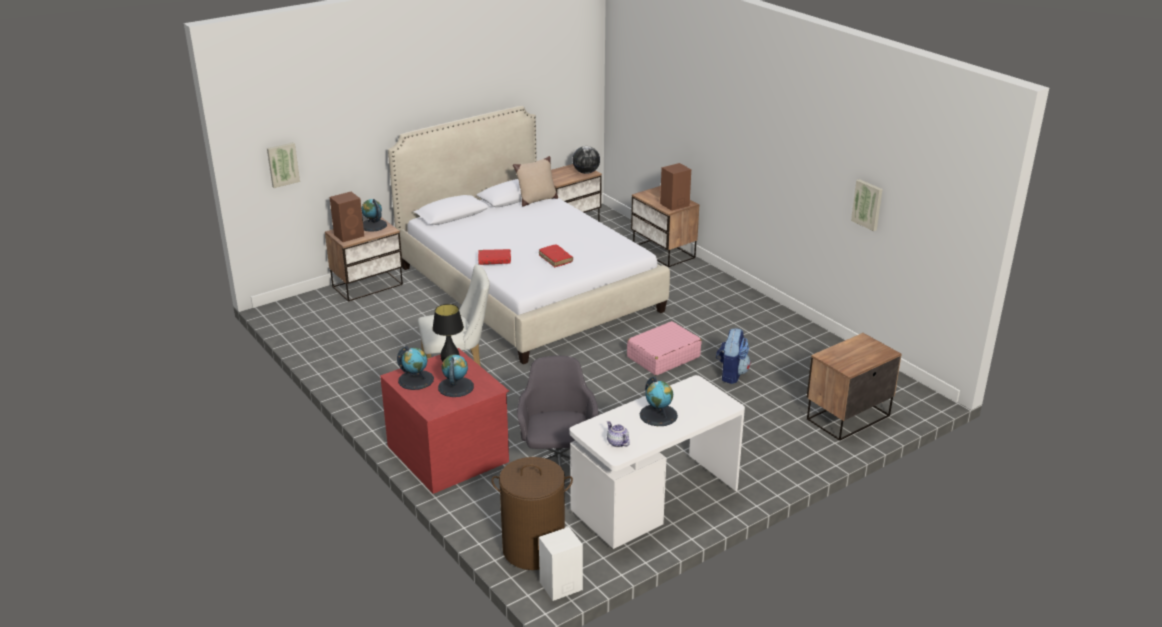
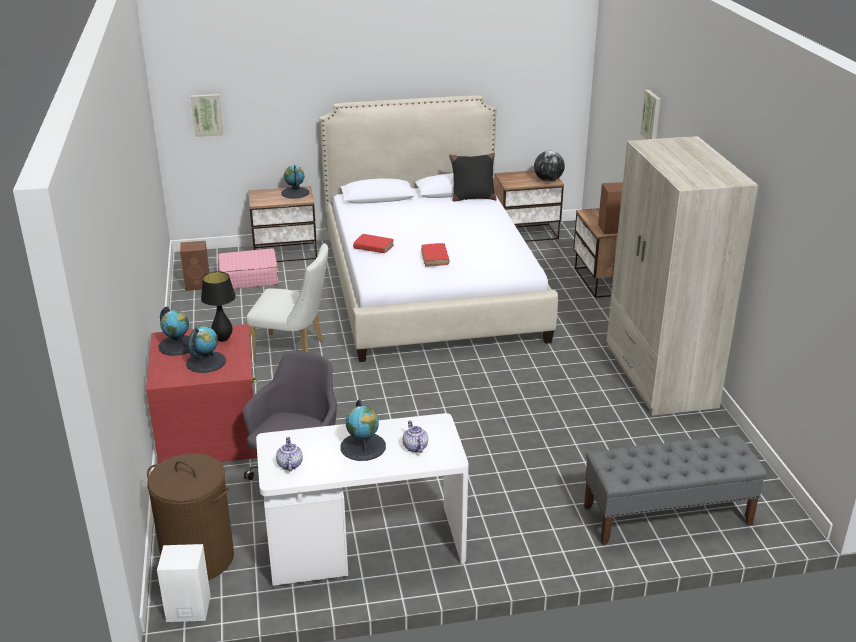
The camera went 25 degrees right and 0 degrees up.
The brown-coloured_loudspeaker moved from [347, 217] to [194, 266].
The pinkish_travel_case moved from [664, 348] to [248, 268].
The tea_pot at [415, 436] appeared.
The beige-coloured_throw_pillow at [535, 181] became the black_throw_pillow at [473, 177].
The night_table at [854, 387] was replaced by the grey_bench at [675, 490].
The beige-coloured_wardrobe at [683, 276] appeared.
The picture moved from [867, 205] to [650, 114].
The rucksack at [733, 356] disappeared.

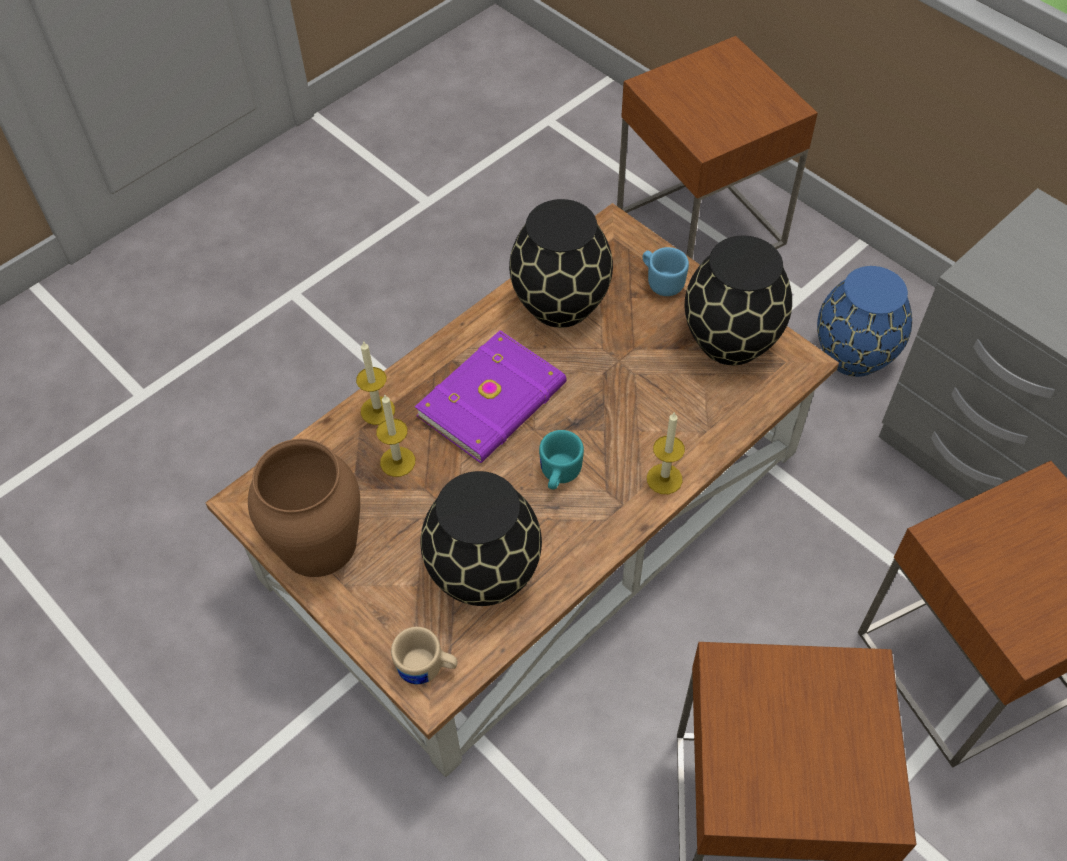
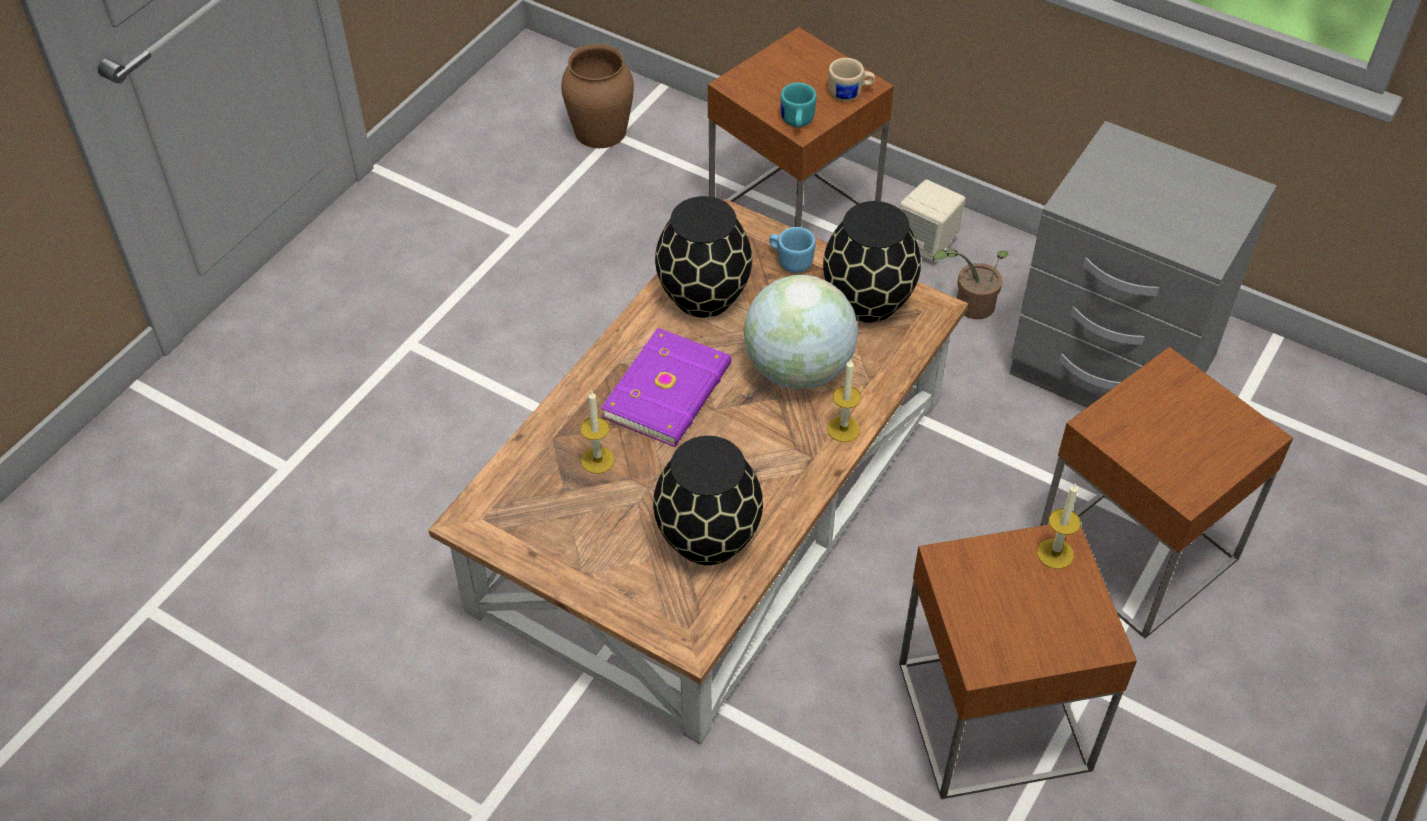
The camera went 15 degrees left and 5 degrees down.
The brown-coloured_flower_vase moved from [304, 508] to [597, 96].
The desk_globe at [800, 332] appeared.
The turquoise-coloured_tea_mug moved from [561, 459] to [799, 105].
The beige-coloured_tea_mug moved from [424, 656] to [852, 80].
The beige-coloured_loudspeaker at [932, 221] appeared.
The blue_flower_vase at [864, 321] was replaced by the potted_plant at [970, 284].
The wax_candle moved from [375, 383] to [1059, 526].

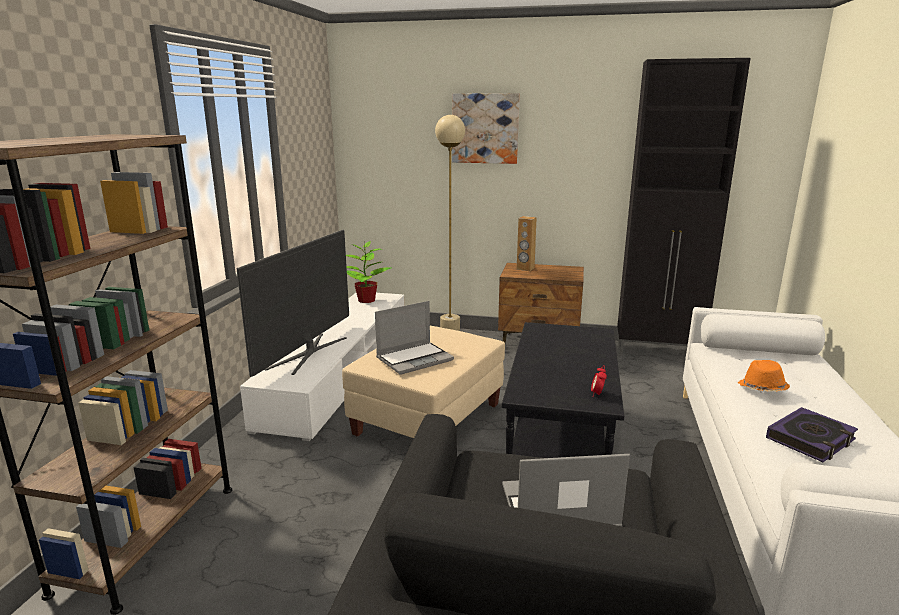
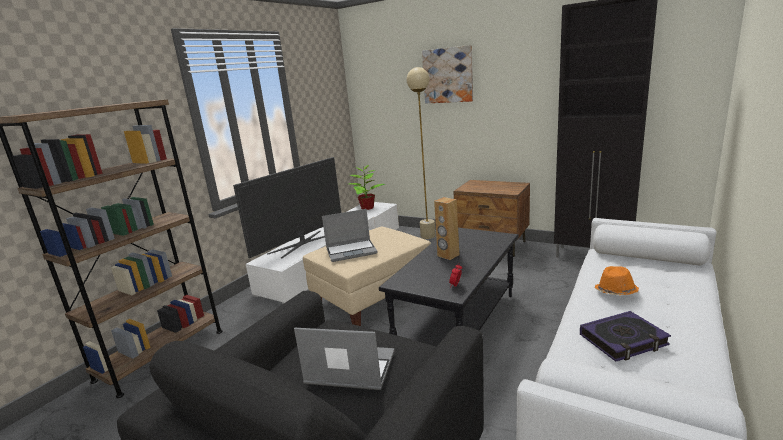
The camera went 20 degrees right and 0 degrees up.
The brown-coloured_loudspeaker moved from [527, 243] to [446, 228].

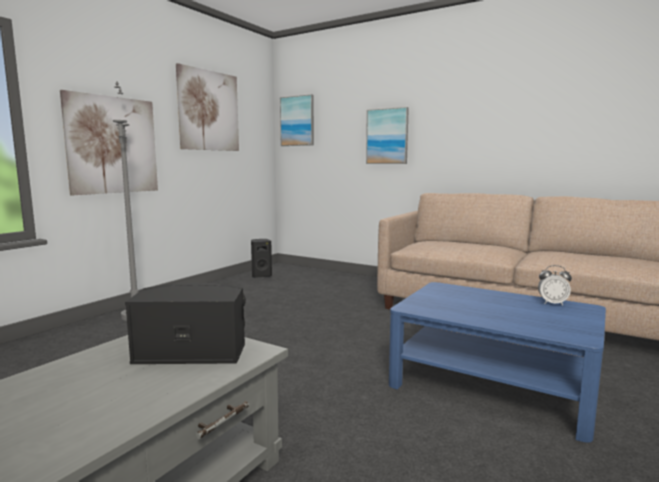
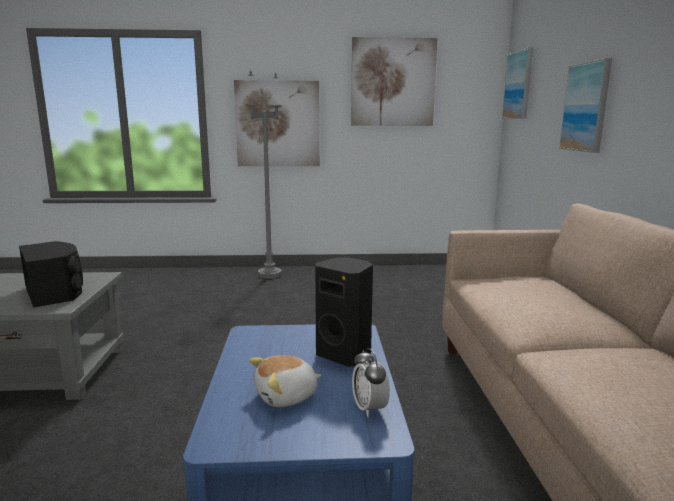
The camera went 55 degrees right and 5 degrees up.
The soft_toy at [285, 381] appeared.
The black_loudspeaker moved from [261, 258] to [344, 312].

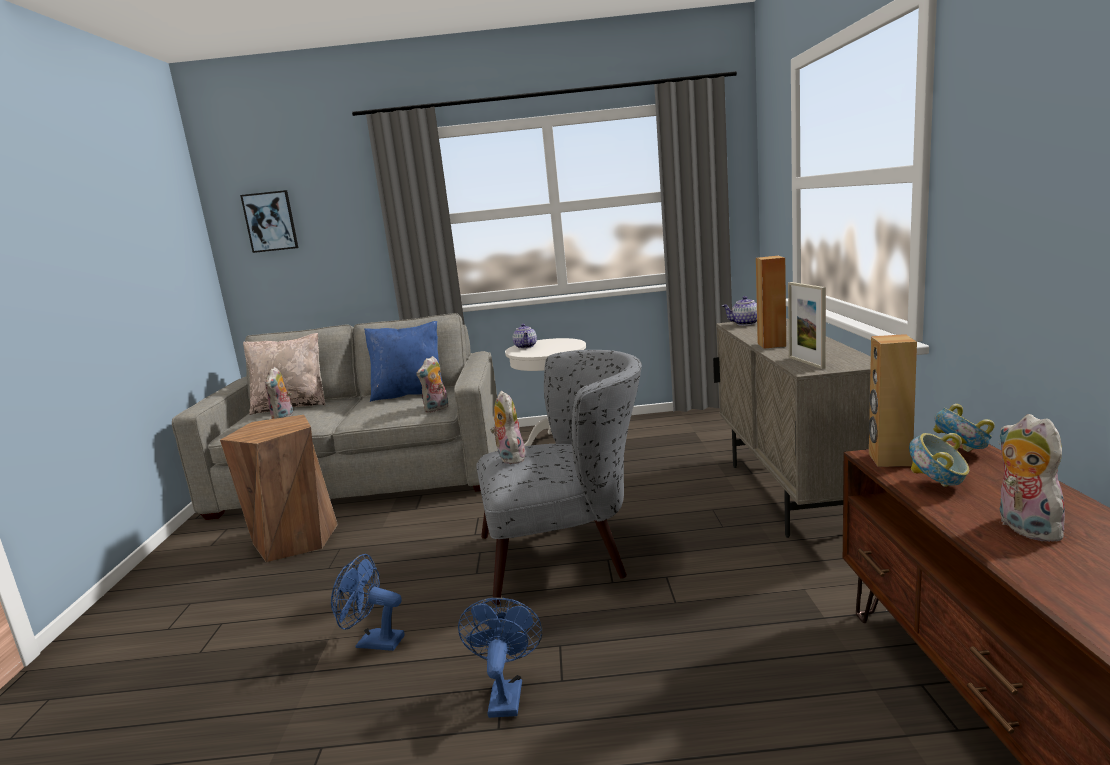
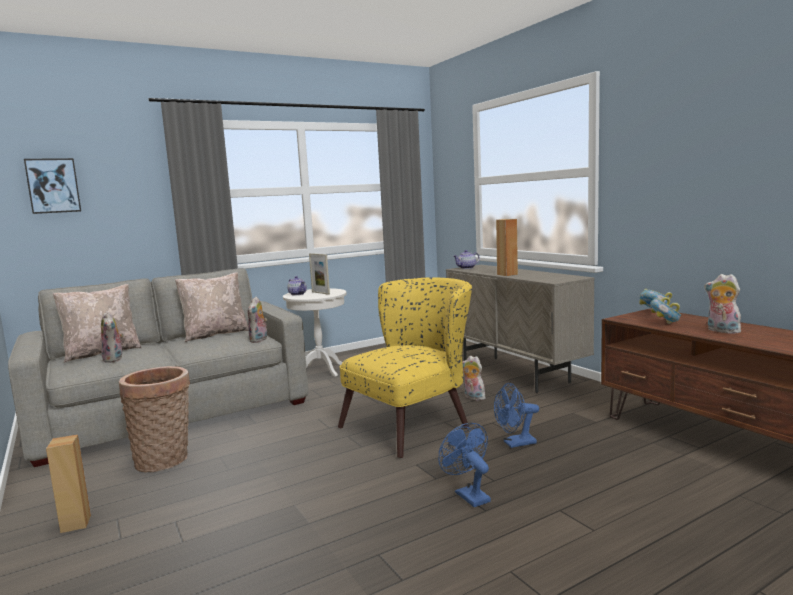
The camera went 30 degrees left and 5 degrees down.
The brown-coloured_loudspeaker moved from [893, 400] to [68, 484].
The brown-coloured_sitting_stool at [279, 488] was replaced by the basket at [154, 419].
The blue_throw_pillow at [403, 361] became the beige-coloured_throw_pillow at [212, 307].
The standing_frame moved from [807, 325] to [319, 274].
The grey_easy_chair at [559, 477] became the yellowish_easy_chair at [405, 367].
The soft_toy moved from [507, 427] to [474, 378].
The blue_cooling_fan moved from [368, 602] to [516, 415].

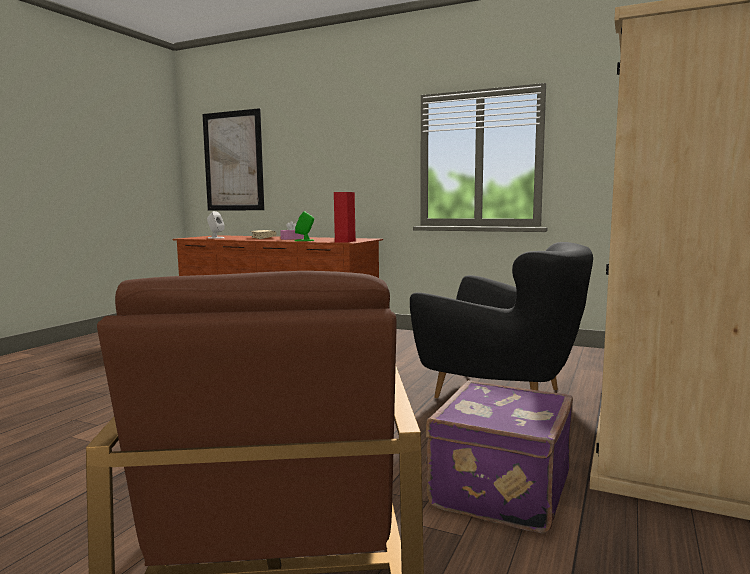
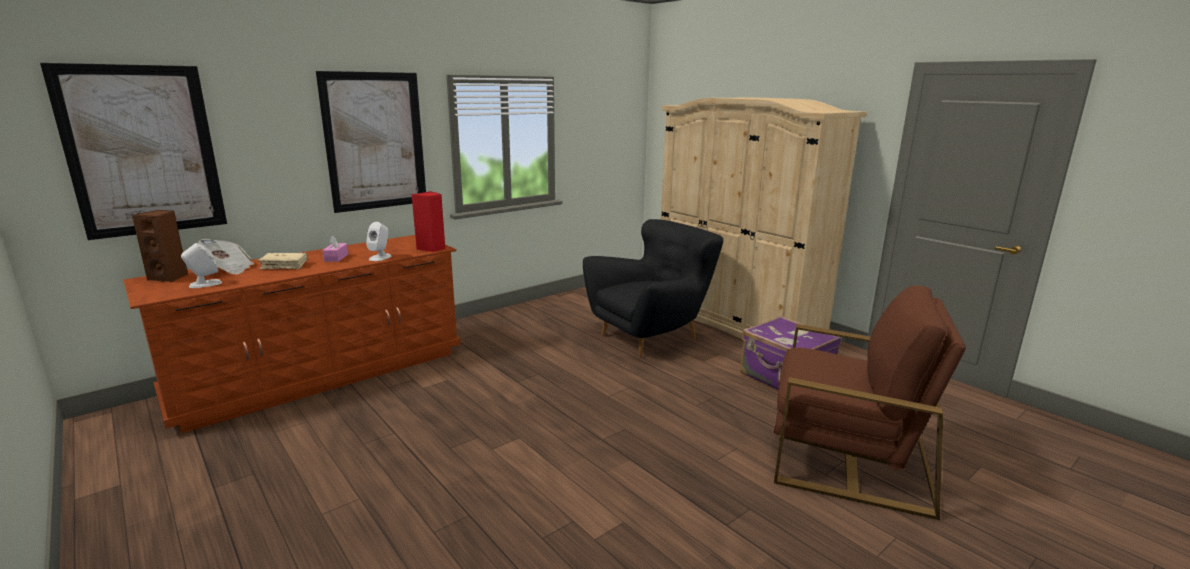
The camera went 65 degrees left and 10 degrees up.
The brown-coloured_loudspeaker at [160, 246] appeared.
The daily_paper at [226, 256] appeared.
The picture at [371, 142] appeared.
The green-coloured_loudspeaker at [304, 226] became the white-coloured_loudspeaker at [378, 241].

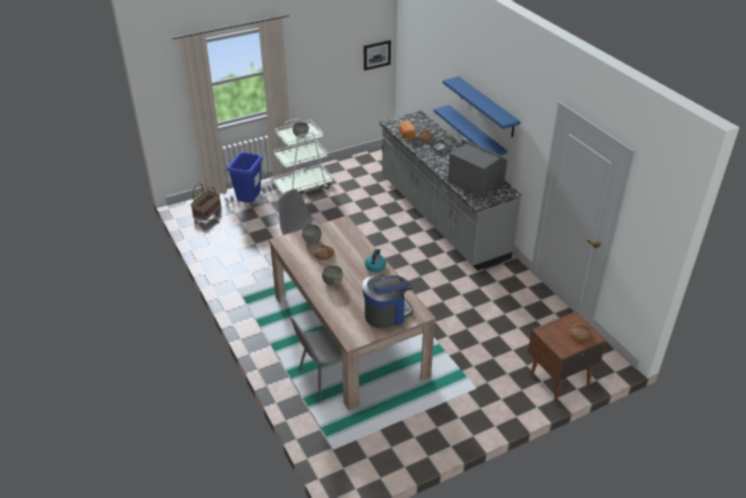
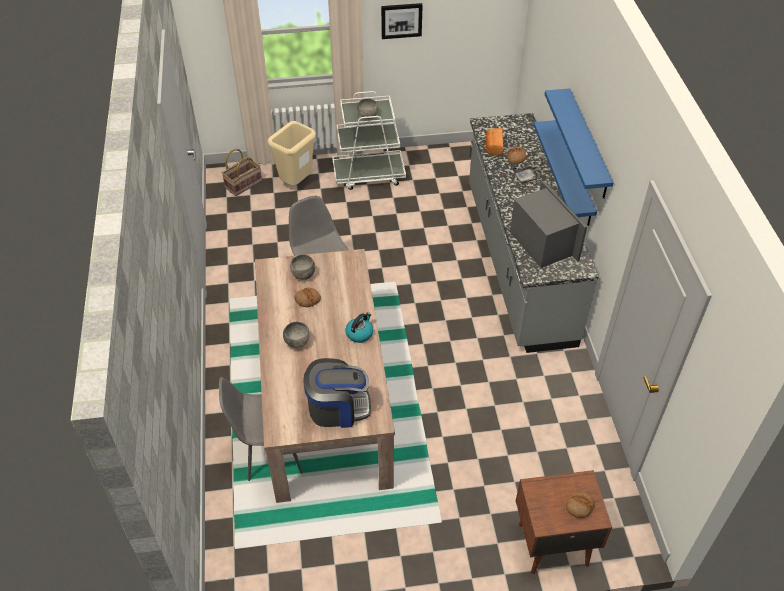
The camera went 20 degrees right and 10 degrees up.
The blue_waste_bin at [245, 177] became the beige-coloured_waste_bin at [292, 153].
The picture moved from [377, 55] to [402, 21].

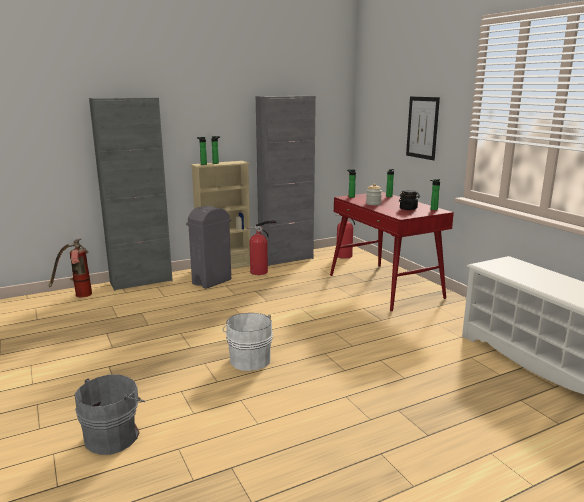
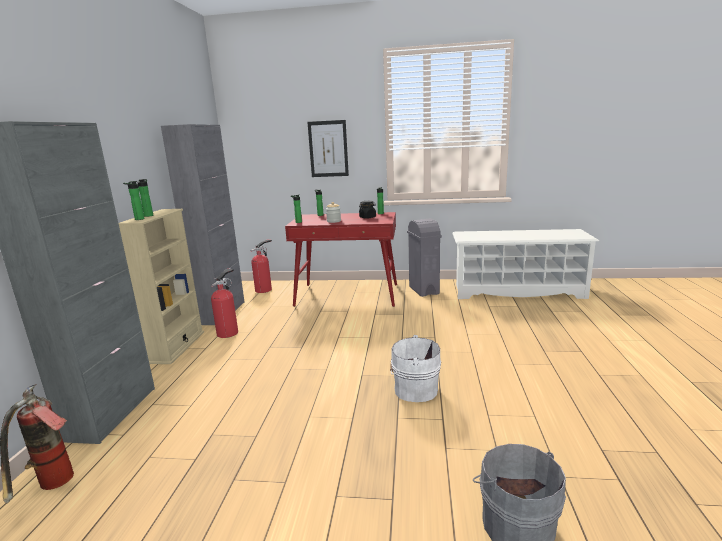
The camera went 55 degrees left and 0 degrees up.
The grey_waste_bin moved from [208, 247] to [424, 258].

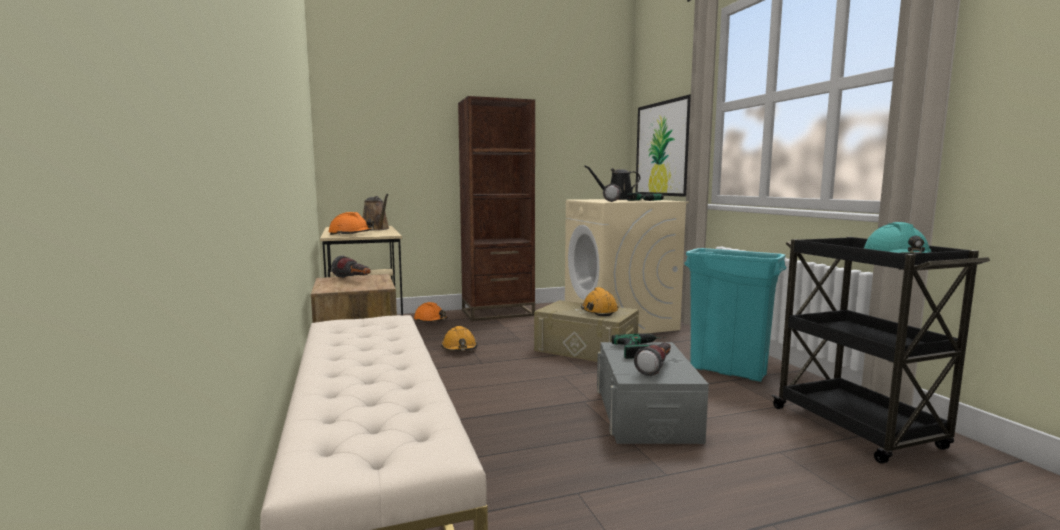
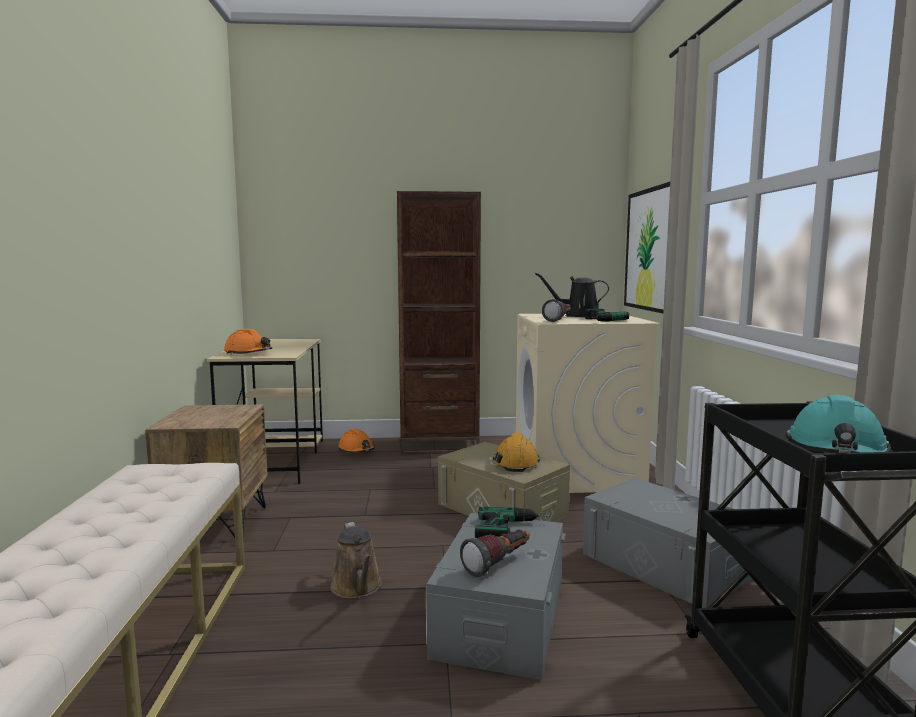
The camera went 15 degrees right and 0 degrees up.
The brown-coloured_sprinkling_can moved from [375, 212] to [356, 560].
The turquoise-coloured_waste_bin at [735, 315] was replaced by the grey_storage_bin at [667, 543].
The flashlight at [351, 266] disappeared.
The orange-coloured_safety_helmet at [459, 338] disappeared.

